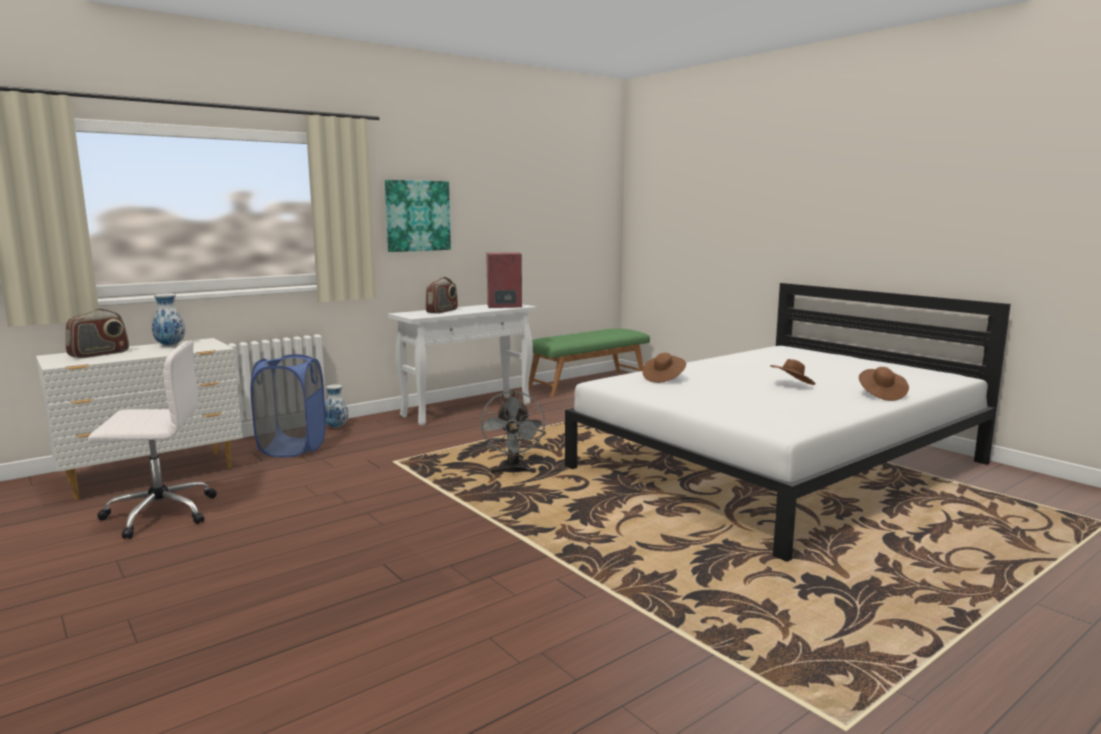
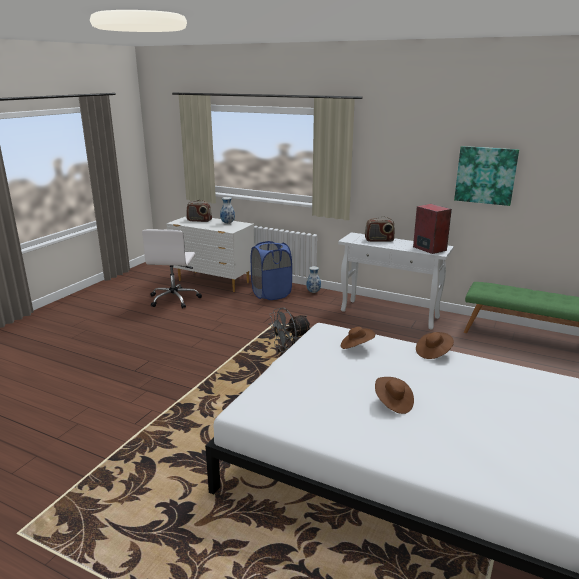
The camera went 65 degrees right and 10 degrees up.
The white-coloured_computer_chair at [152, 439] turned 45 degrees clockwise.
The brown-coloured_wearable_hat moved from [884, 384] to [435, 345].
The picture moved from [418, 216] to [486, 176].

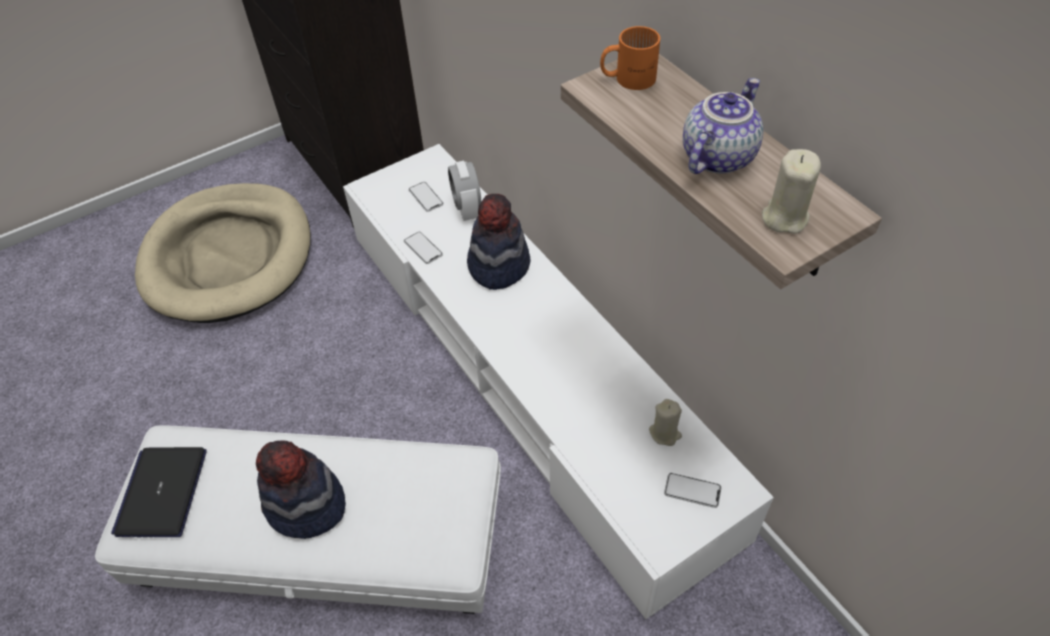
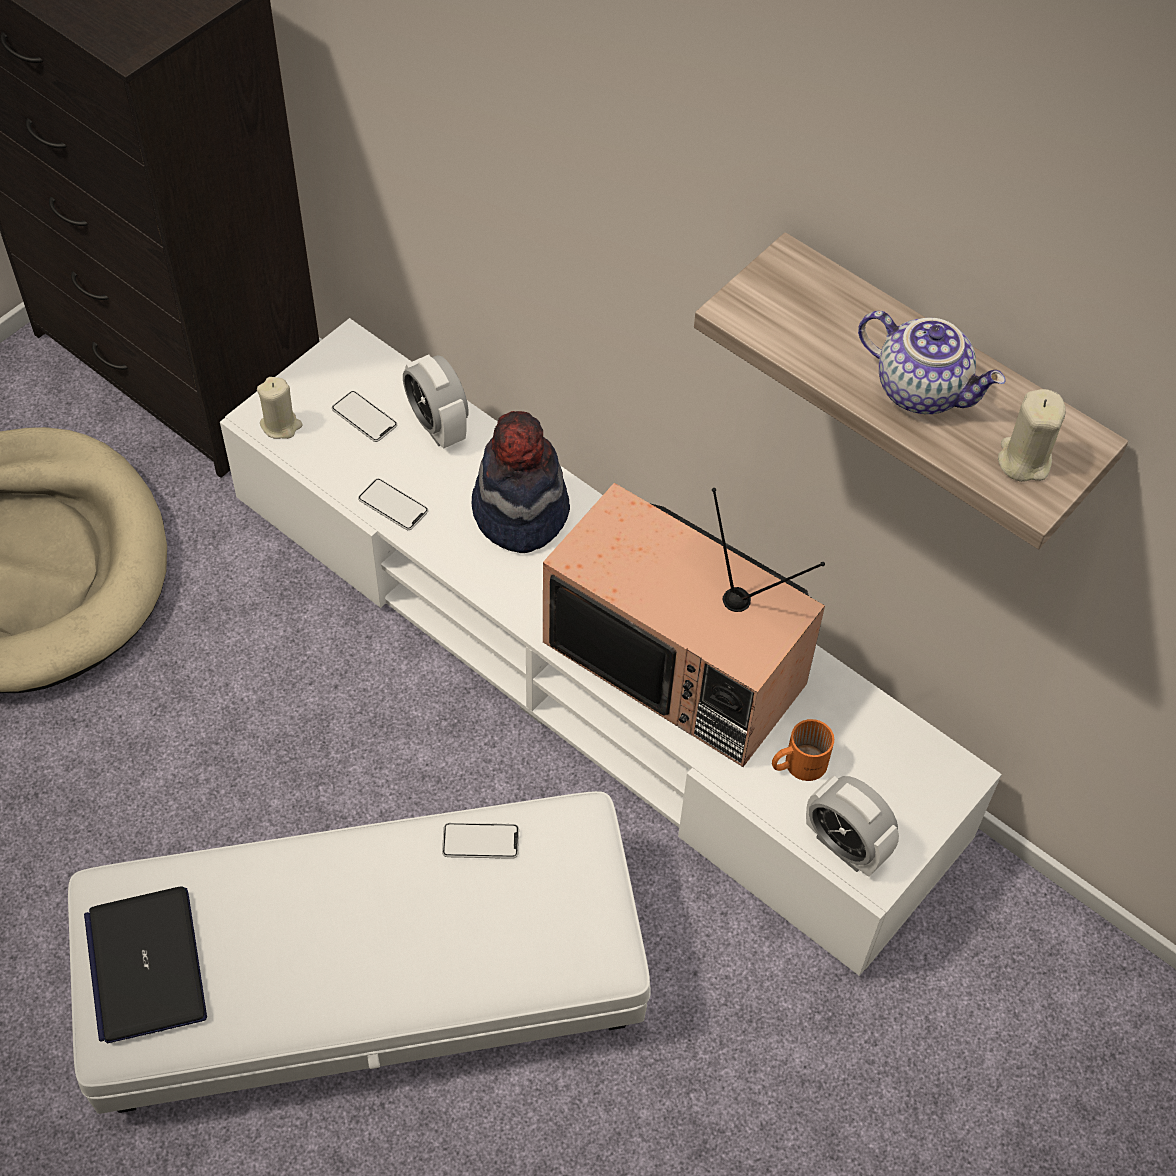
The camera went 20 degrees left and 5 degrees up.
The beige-coloured_wax_candle moved from [665, 422] to [279, 408].
The telephone moved from [692, 490] to [480, 841].
The television at [684, 625] appeared.
The orange-coloured_tea_mug moved from [630, 58] to [803, 750].
The table_clock at [852, 826] appeared.
The tea_pot at [723, 126] turned 105 degrees clockwise.
The wearable_hat at [301, 489] disappeared.

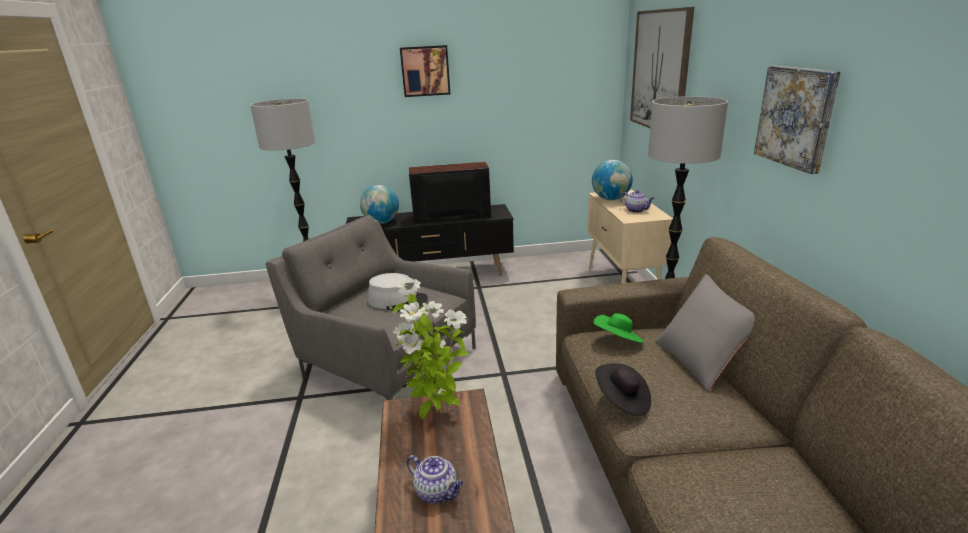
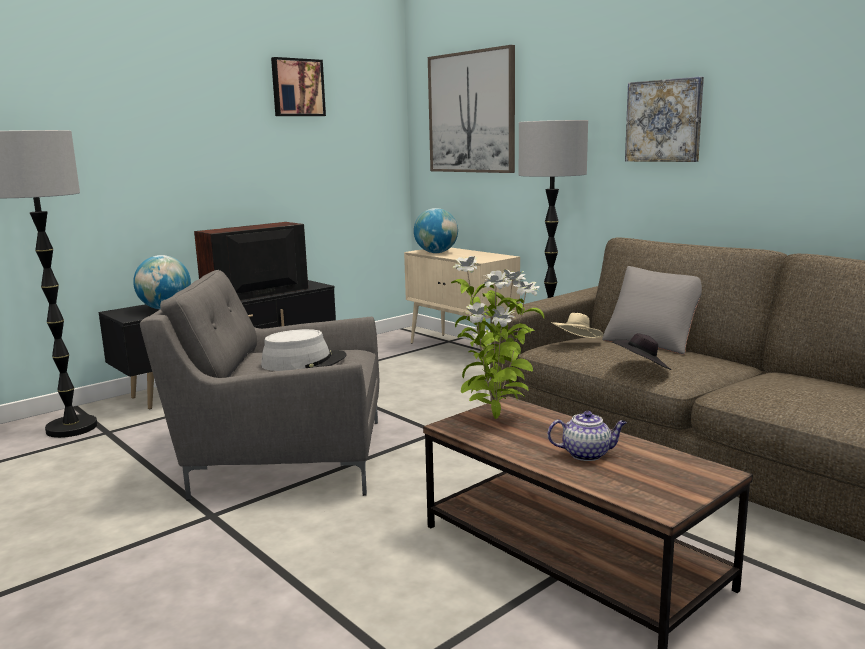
The camera went 35 degrees left and 10 degrees down.
The picture moved from [425, 71] to [298, 86].
The green-coloured_wearable_hat at [618, 328] became the beige-coloured_wearable_hat at [577, 325].
The tea_pot at [637, 201] disappeared.

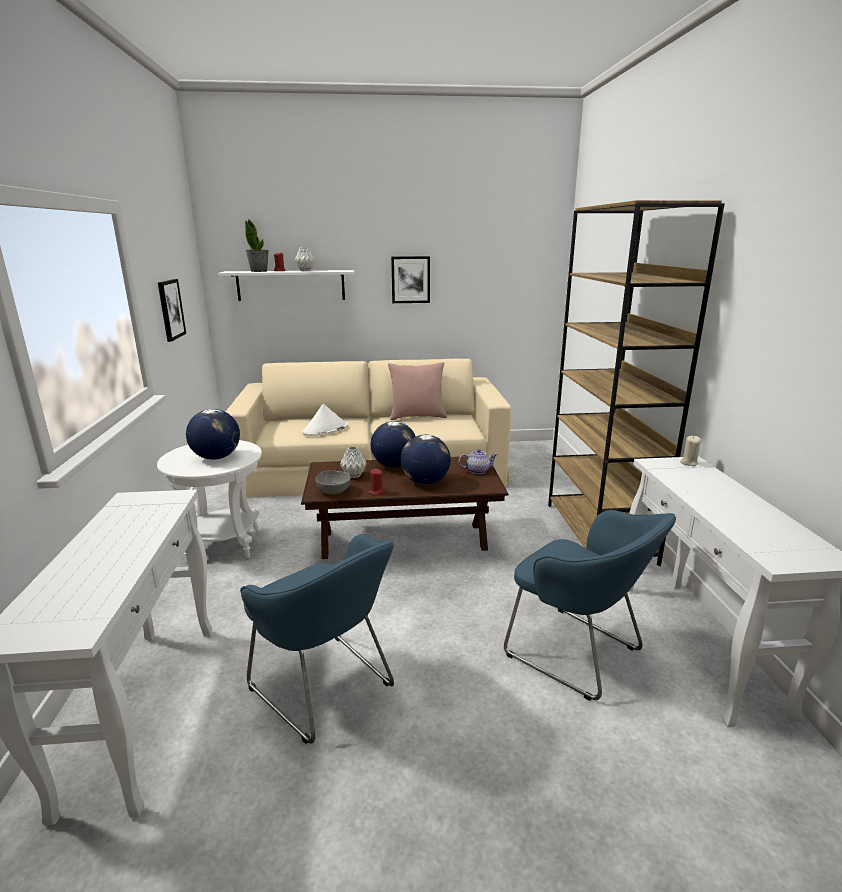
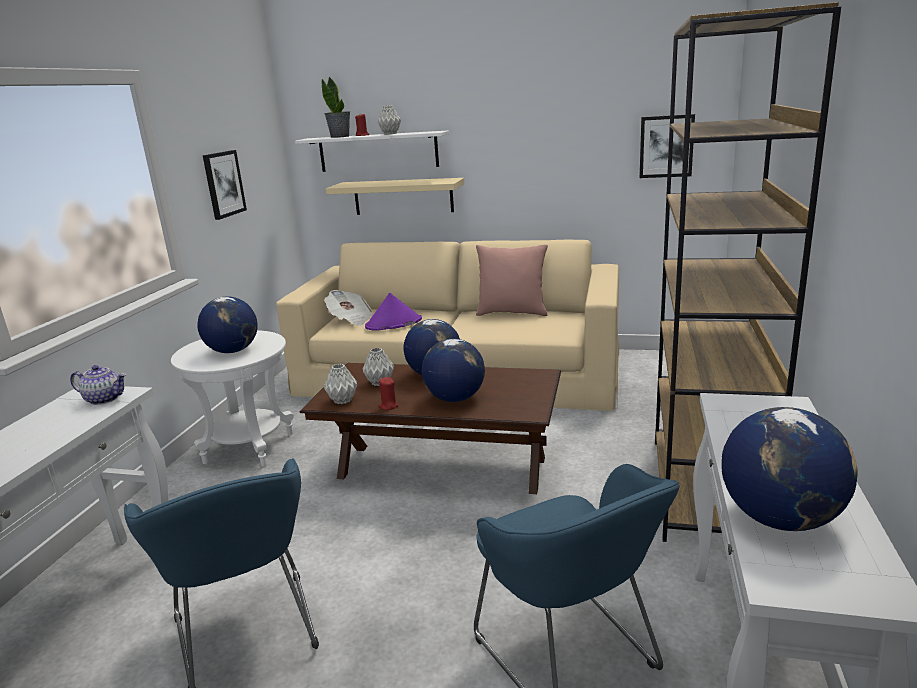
The camera went 20 degrees right and 0 degrees up.
The tea_pot moved from [478, 461] to [98, 385].
The daily_paper at [349, 308] appeared.
The grey_bowl at [333, 482] was replaced by the grey_flower_vase at [340, 384].
The beige-coloured_wall_shelf at [395, 196] appeared.
The white-coloured_wearable_hat at [325, 420] became the purple-coloured_wearable_hat at [393, 312].
The picture moved from [410, 279] to [667, 146].
The desk_globe at [789, 469] appeared.
The beige-coloured_wax_candle at [690, 451] disappeared.

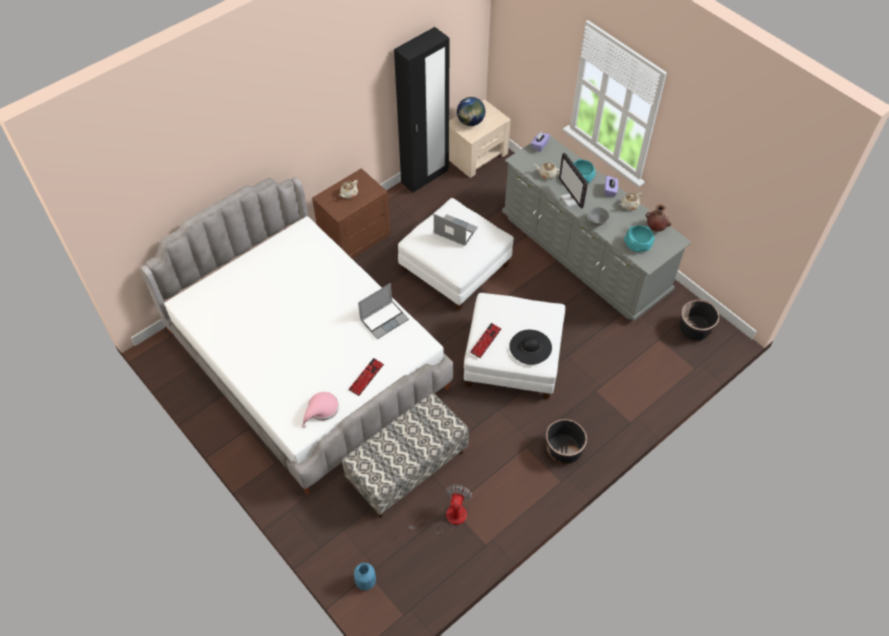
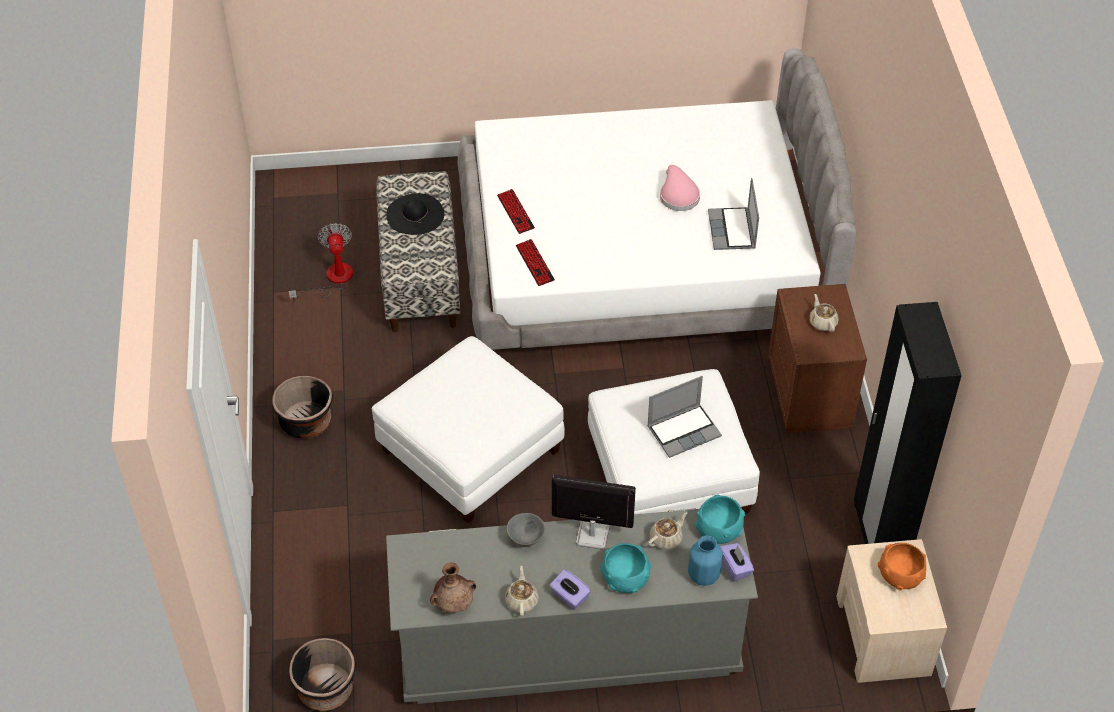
The camera went 125 degrees right and 5 degrees down.
The cooling_fan at [440, 509] turned 150 degrees counterclockwise.
The black_wearable_hat moved from [530, 347] to [415, 214].
The PC_keyboard moved from [485, 340] to [535, 262].
The pinkish_wearable_hat moved from [320, 410] to [680, 188].
The blue_flower_vase moved from [365, 576] to [705, 560].
The turquoise-coloured_bowl moved from [639, 238] to [720, 519].
The portable_computer moved from [383, 311] to [733, 214].
The desk_globe at [471, 111] was replaced by the orange-coloured_bowl at [902, 566].

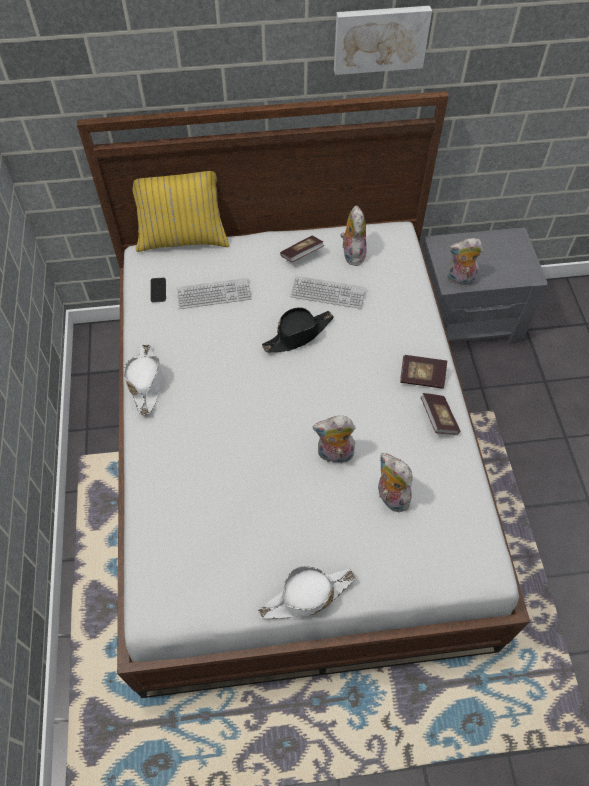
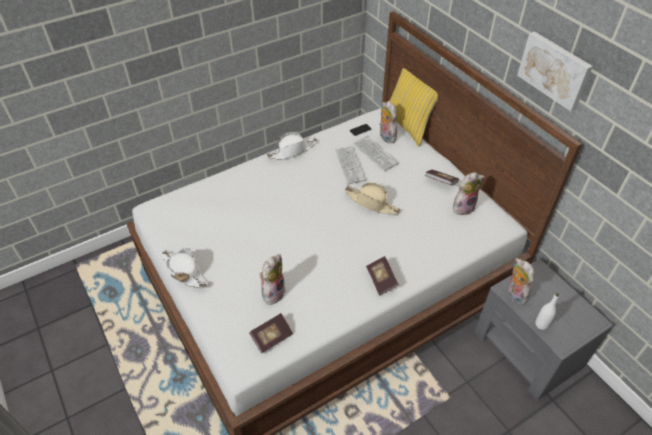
The camera went 65 degrees right and 10 degrees down.
The book moved from [440, 414] to [271, 333].
The PC_keyboard moved from [328, 292] to [350, 165].
The black_wearable_hat at [298, 330] became the beige-coloured_wearable_hat at [373, 198].
The soft_toy moved from [334, 439] to [388, 122].
The white-coloured_beverage_bottle at [547, 311] appeared.

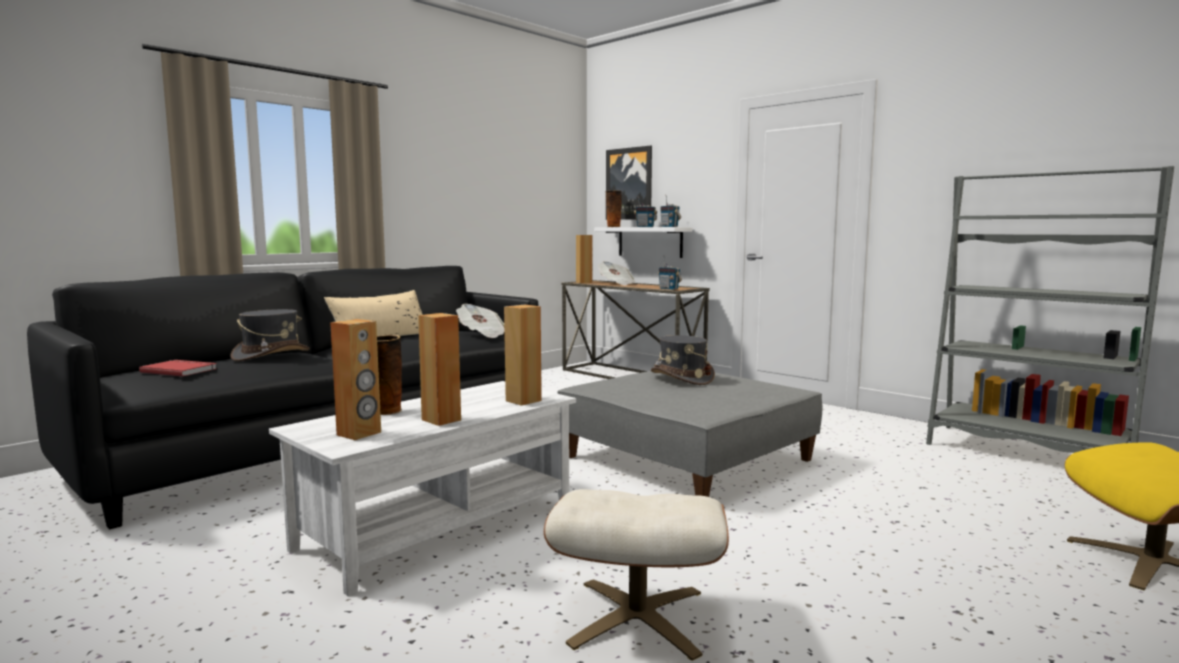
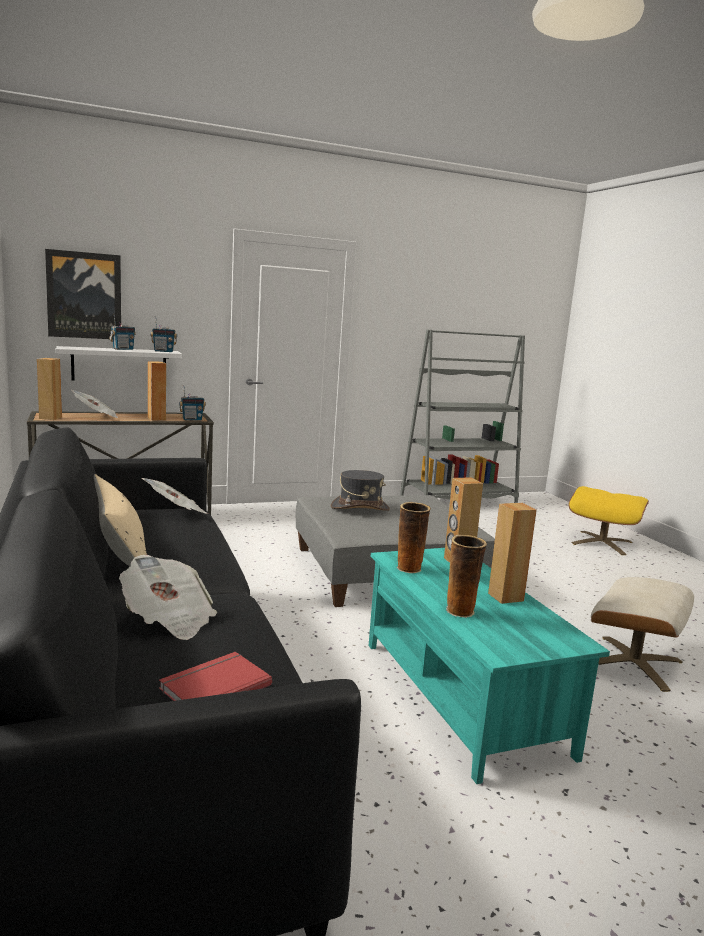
The camera went 65 degrees left and 5 degrees up.
The grey_wearable_hat at [270, 335] was replaced by the daily_paper at [168, 597].
The brown-coloured_loudspeaker moved from [355, 379] to [157, 390].
The white-coloured_coffee_table at [422, 488] became the turquoise-coloured_coffee_table at [489, 666].
The flower_vase moved from [613, 209] to [414, 537].

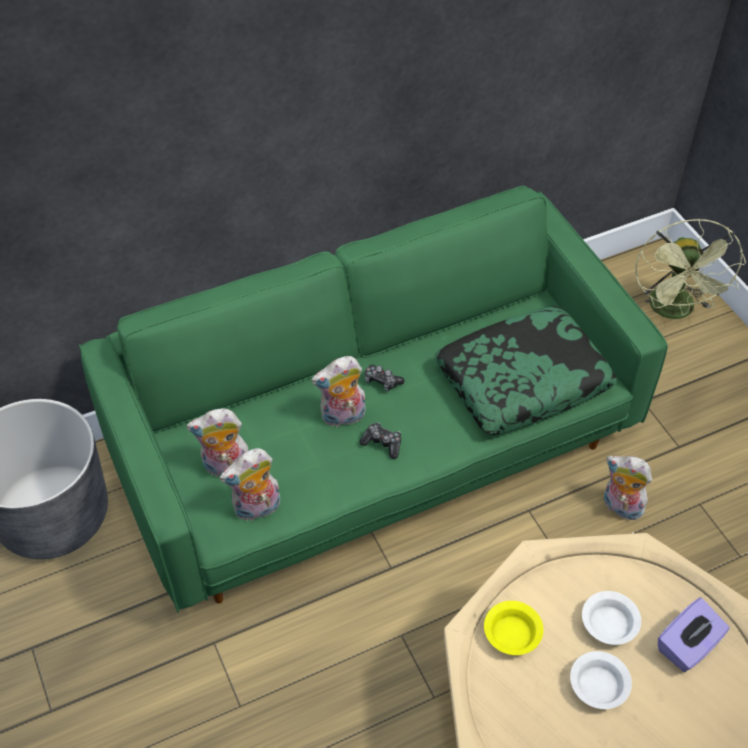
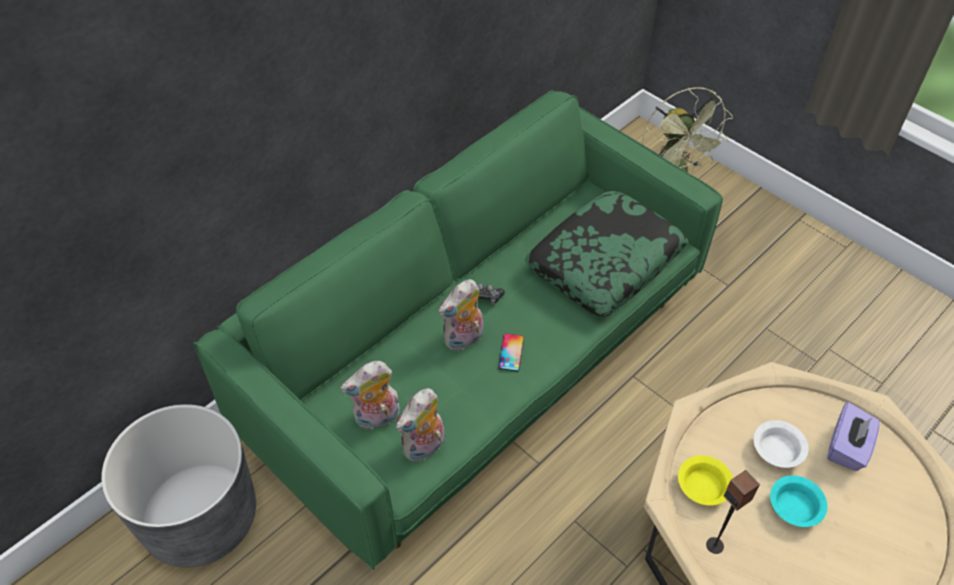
The camera went 20 degrees left and 0 degrees up.
The game_controller at [380, 440] was replaced by the telephone at [511, 353].
The loudspeaker at [733, 512] appeared.
The white-coloured_bowl at [601, 680] became the turquoise-coloured_bowl at [799, 501].
The soft_toy at [628, 488] disappeared.

